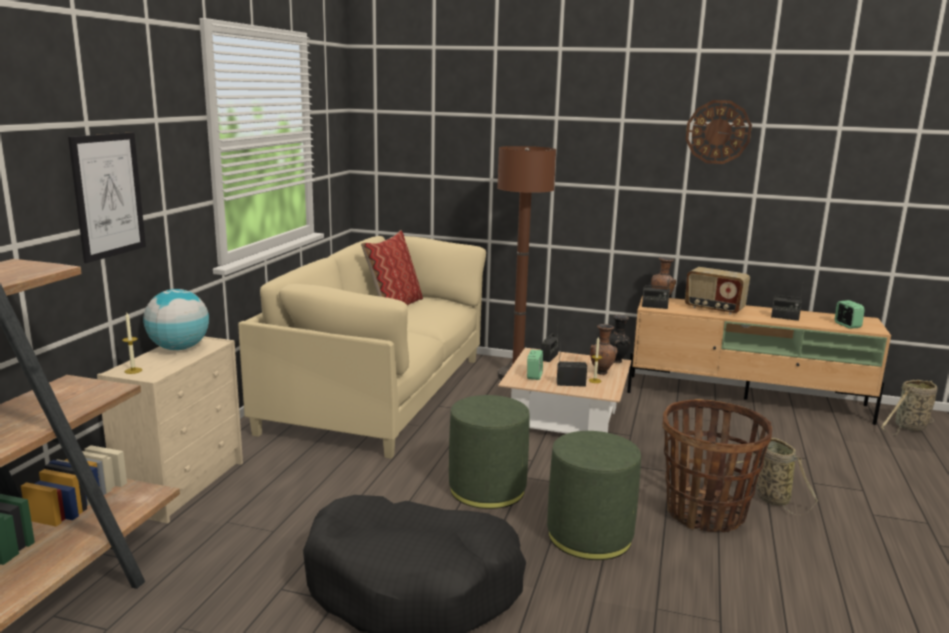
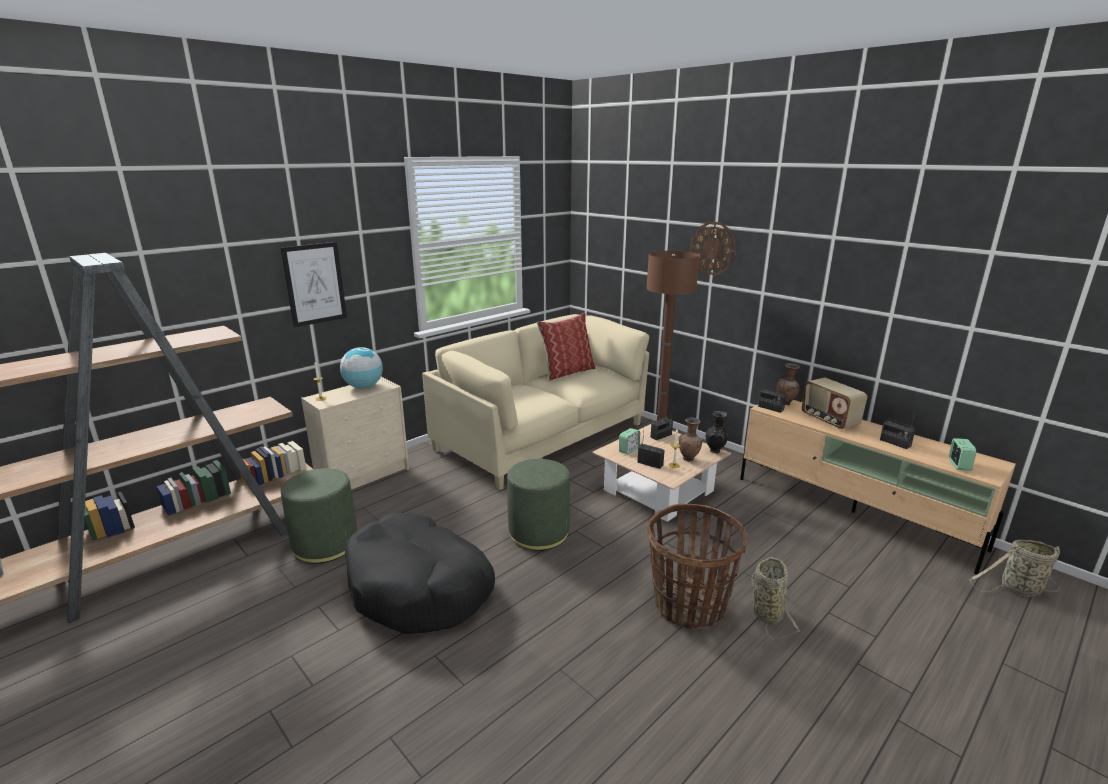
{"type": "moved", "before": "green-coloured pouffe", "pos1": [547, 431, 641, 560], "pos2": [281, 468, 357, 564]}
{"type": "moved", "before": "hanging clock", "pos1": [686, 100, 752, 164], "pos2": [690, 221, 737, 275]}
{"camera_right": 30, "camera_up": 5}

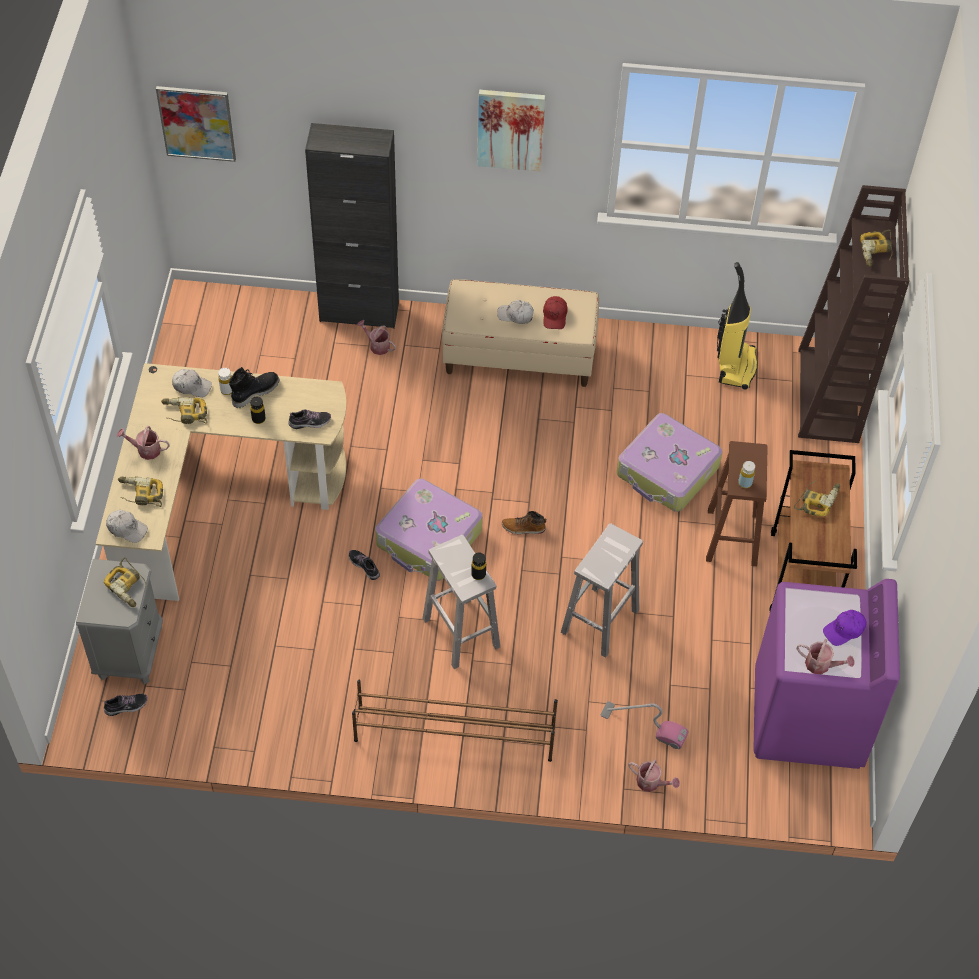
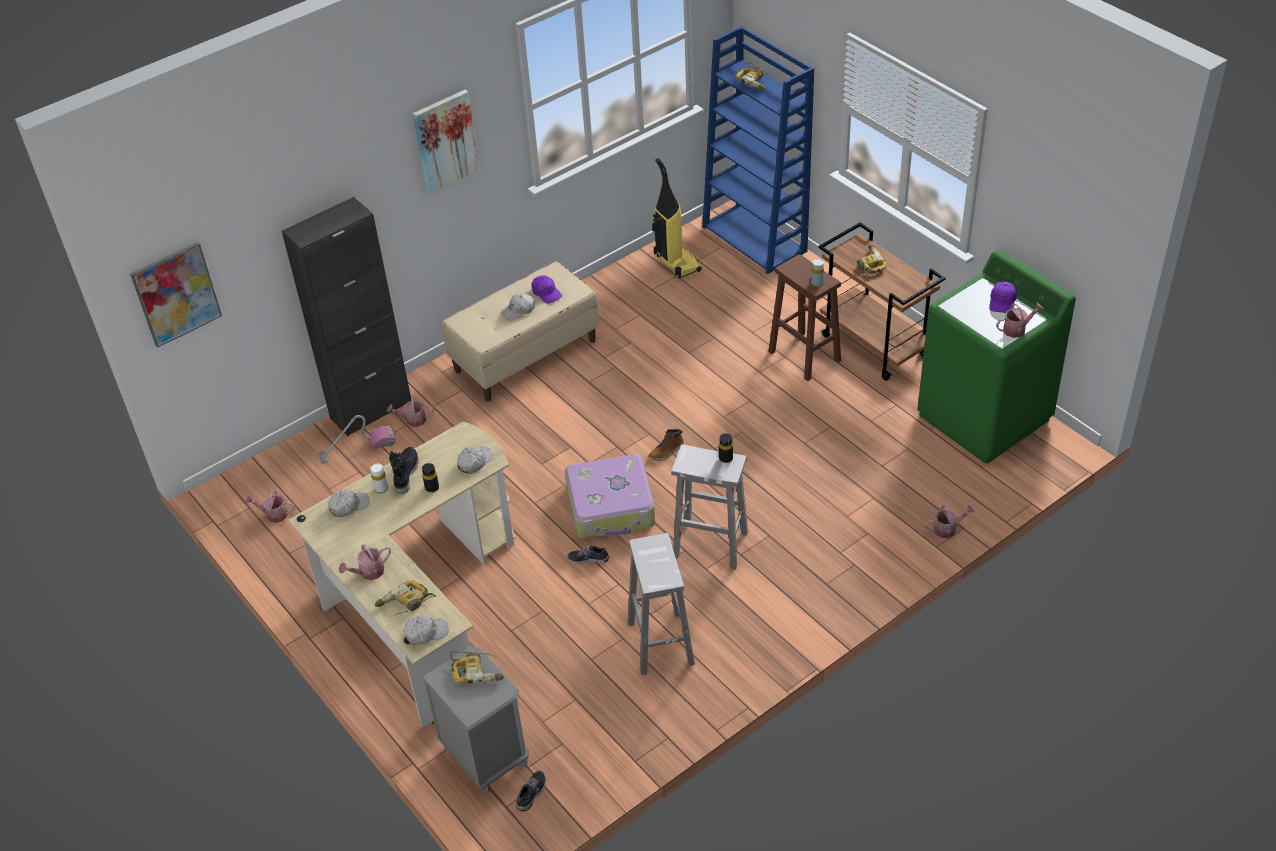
{"type": "removed", "before": "drill", "pos1": [161, 397, 208, 424]}
{"type": "replaced", "before": "shoe", "after": "white baseball cap", "pos1": [288, 409, 331, 429], "pos2": [457, 446, 493, 474]}
{"type": "removed", "before": "brownish shoe rack", "pos1": [352, 680, 558, 762]}
{"type": "recoloured", "before": "red baseball cap", "after": "purple-coloured baseball cap", "pos1": [543, 296, 568, 329], "pos2": [532, 276, 562, 304]}
{"type": "moved", "before": "white stool", "pos1": [561, 523, 643, 658], "pos2": [628, 533, 695, 675]}
{"type": "moved", "before": "hoover", "pos1": [601, 701, 689, 749], "pos2": [318, 415, 396, 464]}
{"type": "removed", "before": "travel case", "pos1": [617, 413, 722, 512]}
{"type": "recoloured", "before": "purple-coloured laundry machine", "after": "green-coloured laundry machine", "pos1": [753, 579, 900, 769], "pos2": [918, 249, 1076, 463]}
{"type": "recoloured", "before": "brownish bookcase", "after": "bluish bookcase", "pos1": [798, 185, 909, 443], "pos2": [702, 26, 814, 274]}
{"type": "added", "after": "sprinkling can", "pos2": [246, 490, 295, 523]}
{"camera_right": -40, "camera_up": -10}

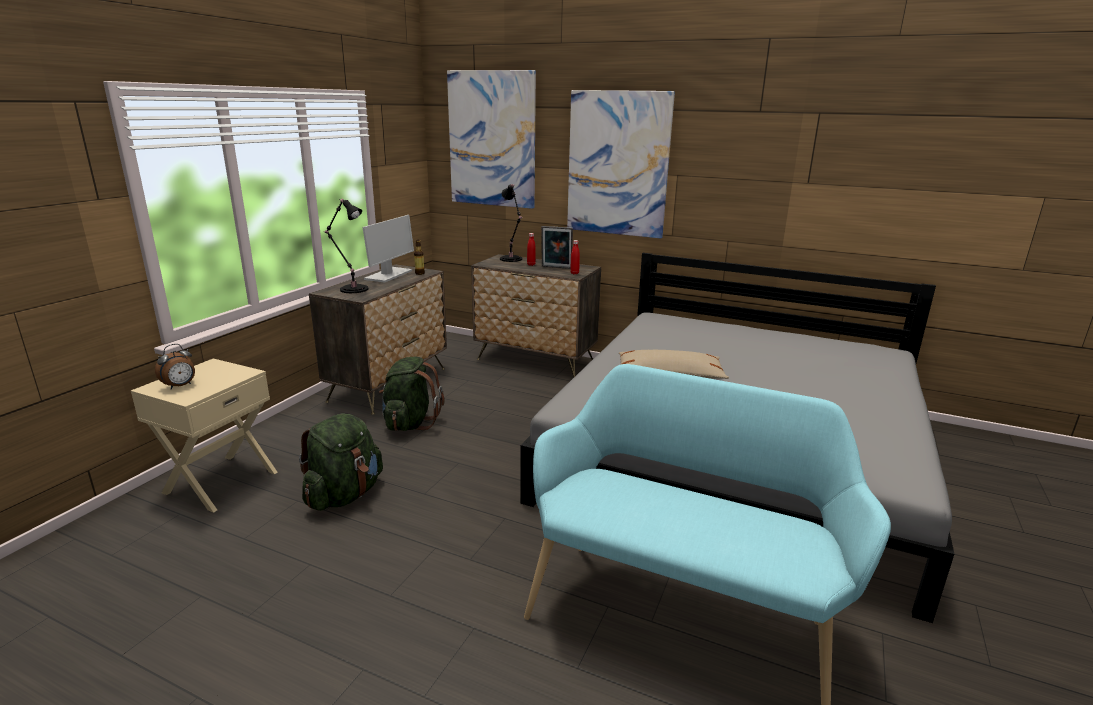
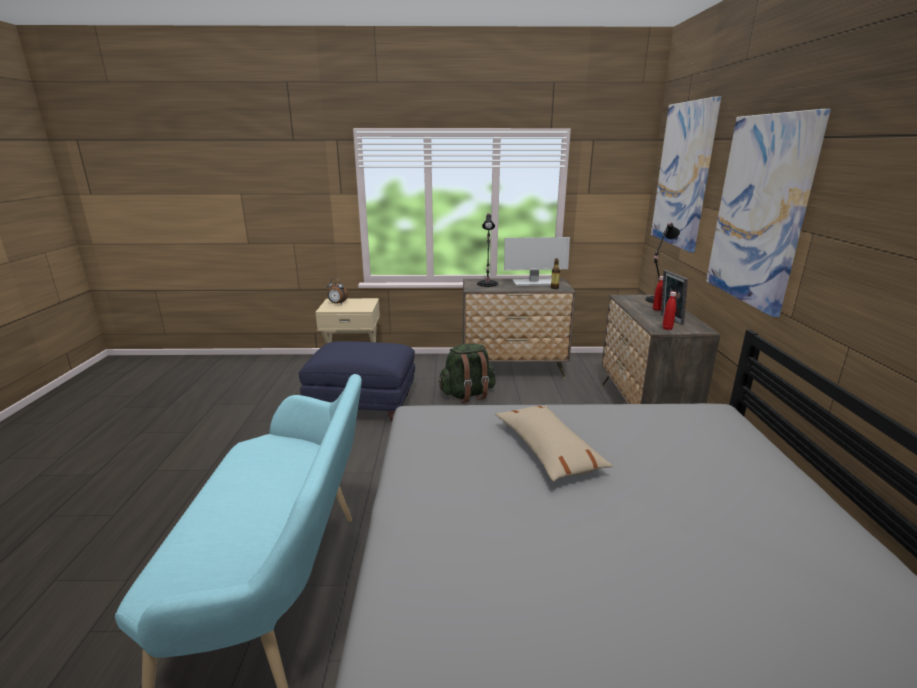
{"type": "replaced", "before": "green-coloured rucksack", "after": "bluish pouffe", "pos1": [299, 413, 383, 511], "pos2": [299, 341, 415, 422]}
{"camera_right": 65, "camera_up": 0}

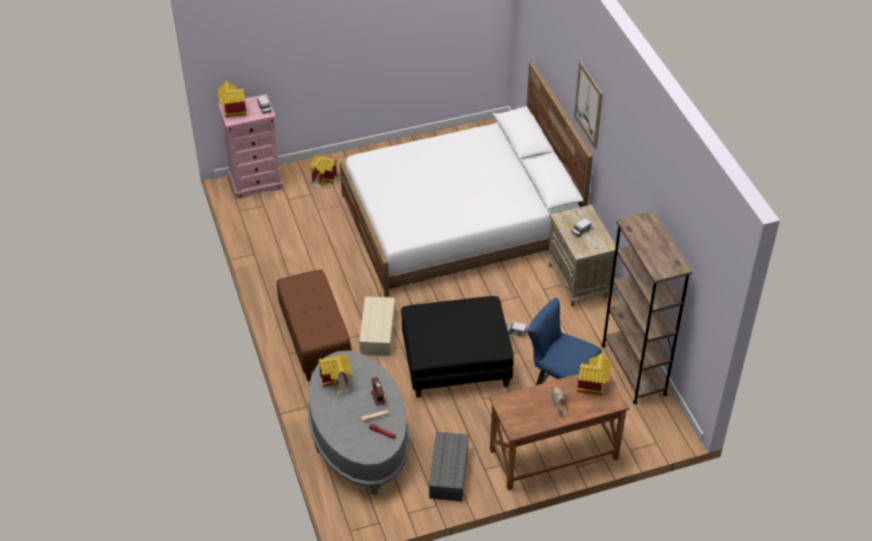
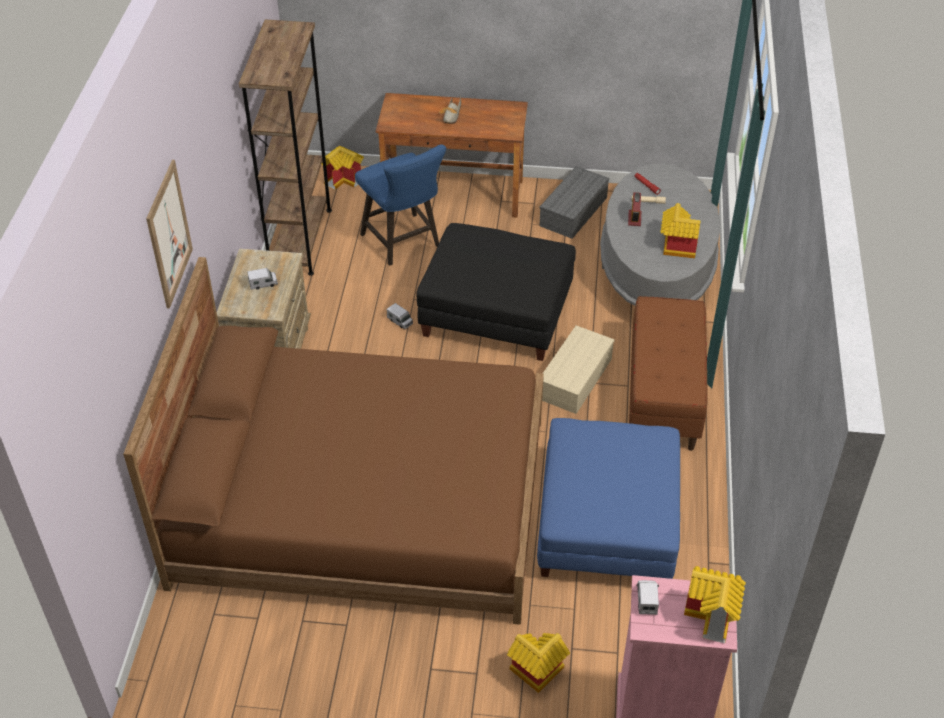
{"type": "recoloured", "before": "white sleeping bed", "after": "brownish sleeping bed", "pos1": [340, 62, 593, 297], "pos2": [123, 257, 544, 625]}
{"type": "moved", "before": "miniature house", "pos1": [577, 354, 611, 396], "pos2": [322, 146, 364, 190]}
{"type": "added", "after": "bluish pouffe", "pos2": [537, 418, 680, 579]}
{"camera_right": -155, "camera_up": 0}

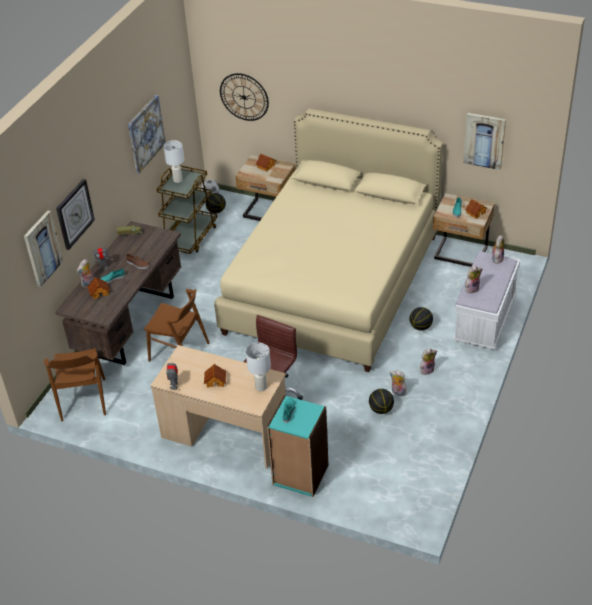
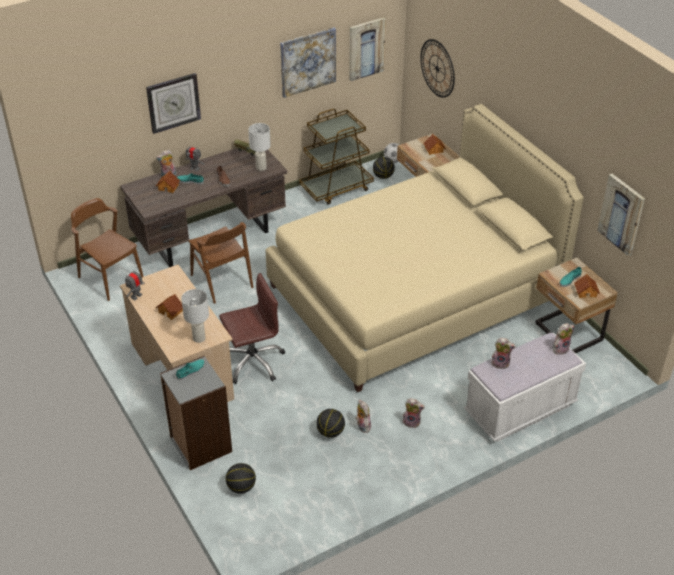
{"type": "moved", "before": "picture", "pos1": [24, 211, 63, 287], "pos2": [349, 17, 386, 81]}
{"type": "turned", "before": "brownish plain chair", "pos1": [44, 348, 106, 421], "pos2": [71, 198, 144, 301], "turn": 105}
{"type": "moved", "before": "white lamp for a table", "pos1": [163, 140, 184, 183], "pos2": [248, 123, 271, 171]}
{"type": "recoloured", "before": "turquoise-coloured bookcase", "after": "grey bookcase", "pos1": [267, 395, 329, 497], "pos2": [160, 356, 232, 470]}
{"type": "moved", "before": "basketball", "pos1": [410, 307, 433, 331], "pos2": [226, 463, 256, 494]}
{"camera_right": 35, "camera_up": 0}

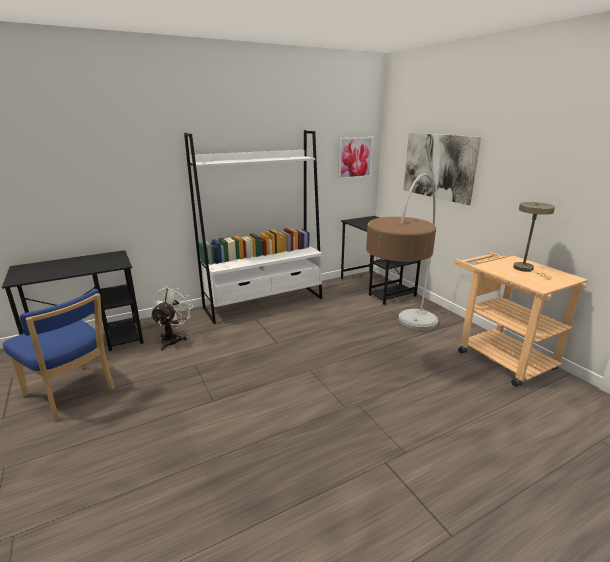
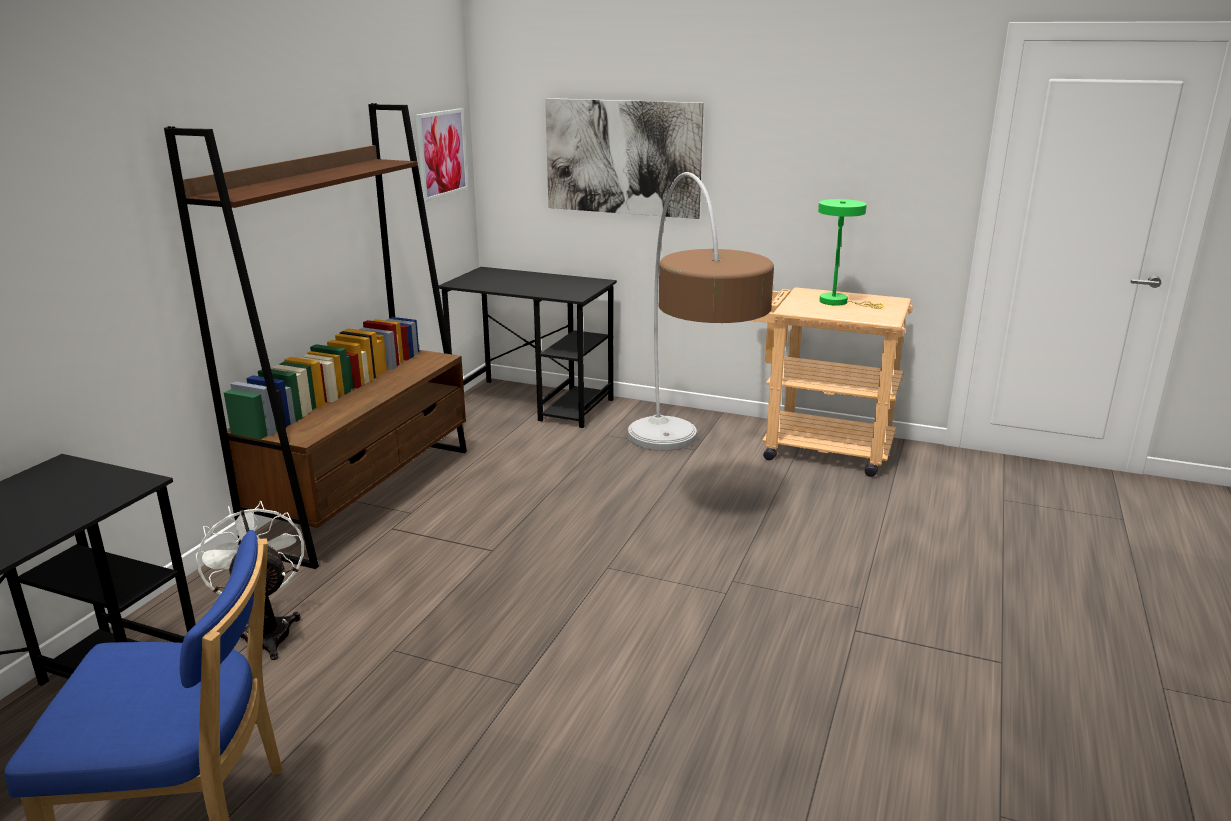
{"type": "recoloured", "before": "white bookcase", "after": "brownish bookcase", "pos1": [184, 130, 322, 324], "pos2": [164, 103, 467, 569]}
{"type": "recoloured", "before": "sand-coloured lamp for a table", "after": "green-coloured lamp for a table", "pos1": [513, 202, 555, 280], "pos2": [818, 199, 884, 309]}
{"camera_right": -40, "camera_up": 0}

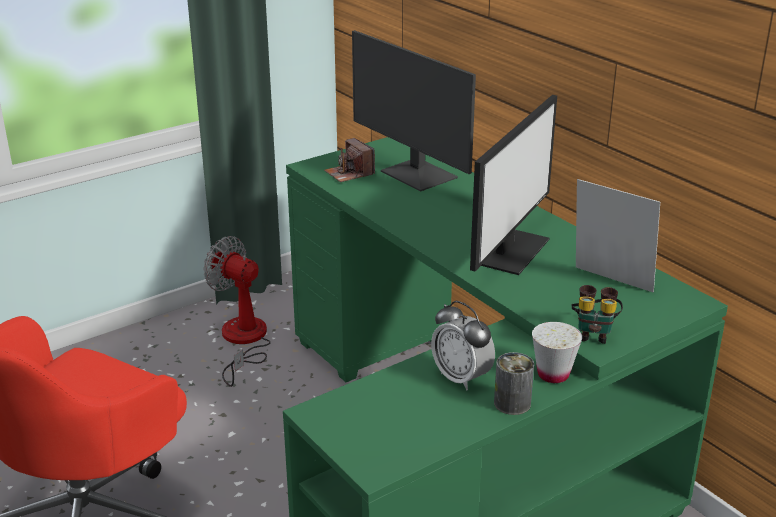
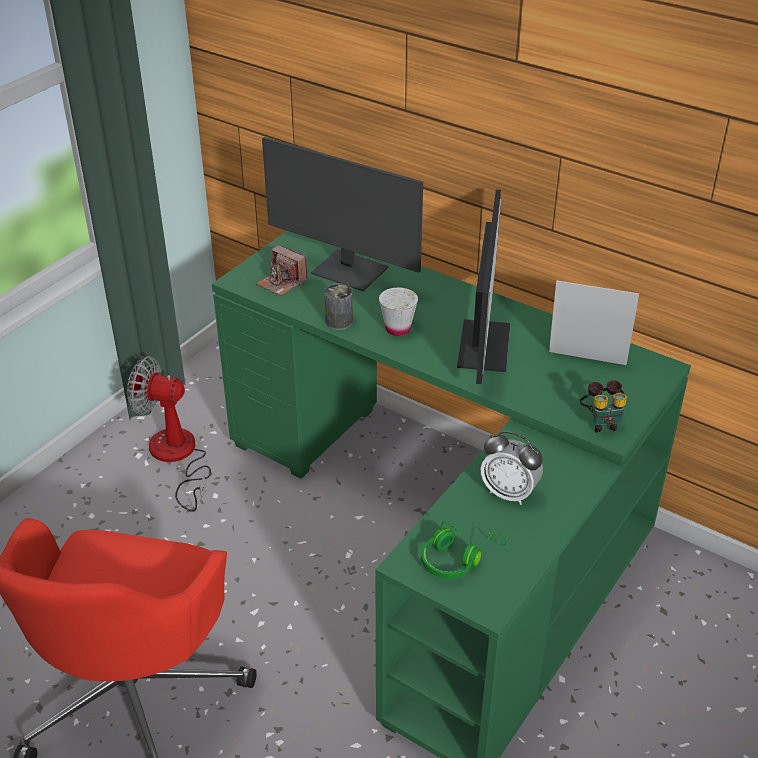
{"type": "moved", "before": "sealed can", "pos1": [494, 352, 534, 415], "pos2": [324, 283, 353, 330]}
{"type": "moved", "before": "white cup", "pos1": [532, 322, 582, 383], "pos2": [379, 288, 418, 336]}
{"type": "added", "after": "green-coloured headset", "pos2": [421, 521, 506, 579]}
{"camera_right": -20, "camera_up": 10}

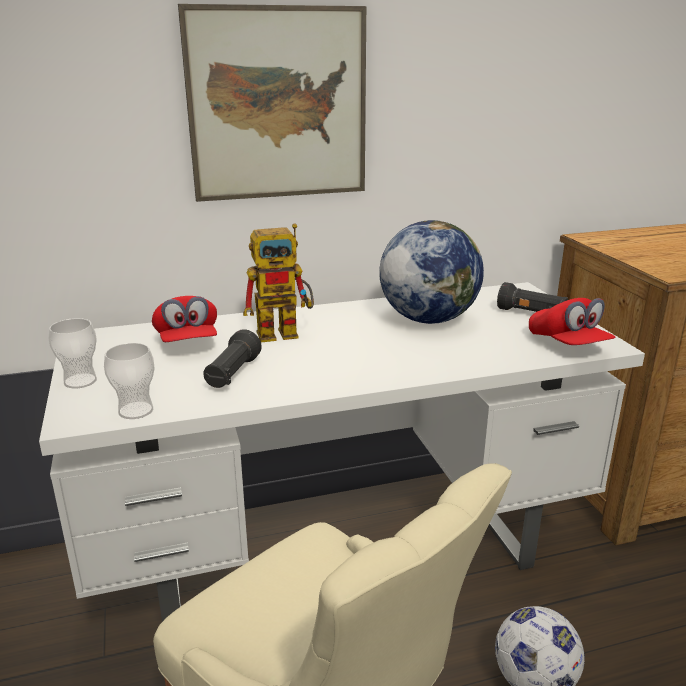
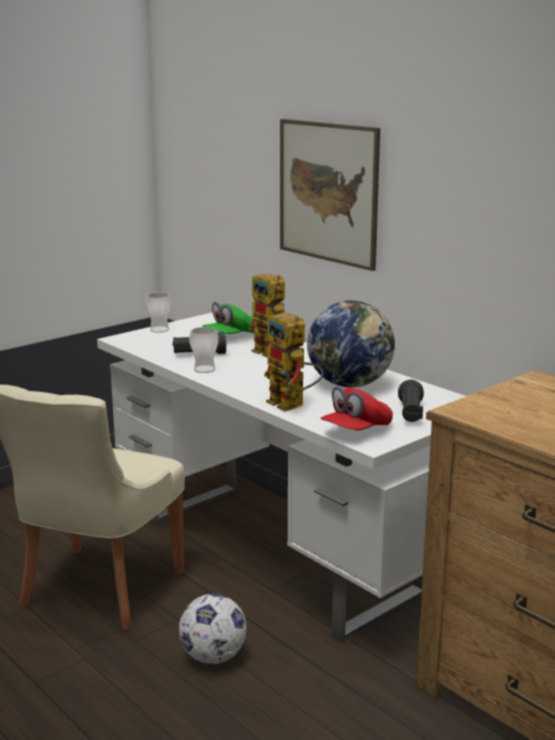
{"type": "moved", "before": "cup", "pos1": [104, 343, 155, 419], "pos2": [189, 327, 219, 373]}
{"type": "recoloured", "before": "red baseball cap", "after": "green-coloured baseball cap", "pos1": [152, 296, 217, 342], "pos2": [202, 302, 255, 334]}
{"type": "added", "after": "robot figure", "pos2": [264, 312, 324, 412]}
{"camera_right": 65, "camera_up": -5}

